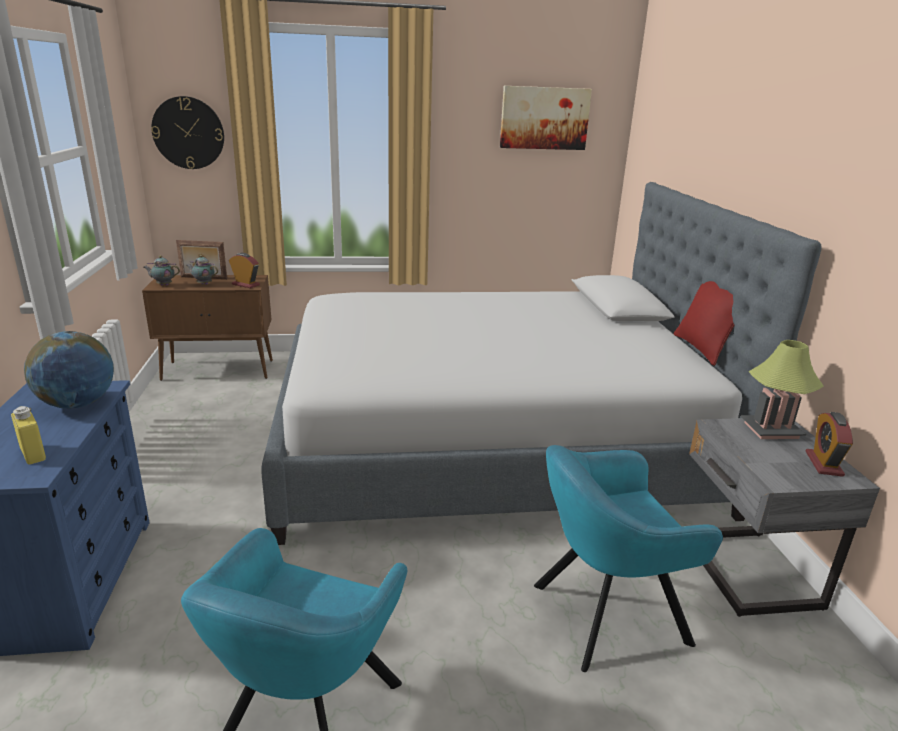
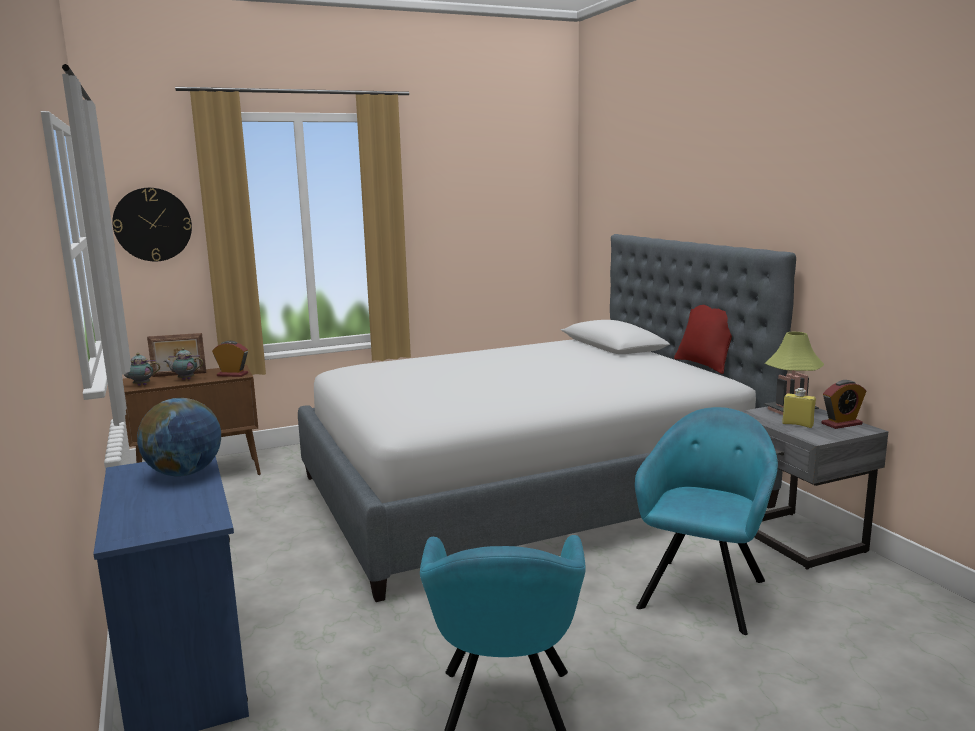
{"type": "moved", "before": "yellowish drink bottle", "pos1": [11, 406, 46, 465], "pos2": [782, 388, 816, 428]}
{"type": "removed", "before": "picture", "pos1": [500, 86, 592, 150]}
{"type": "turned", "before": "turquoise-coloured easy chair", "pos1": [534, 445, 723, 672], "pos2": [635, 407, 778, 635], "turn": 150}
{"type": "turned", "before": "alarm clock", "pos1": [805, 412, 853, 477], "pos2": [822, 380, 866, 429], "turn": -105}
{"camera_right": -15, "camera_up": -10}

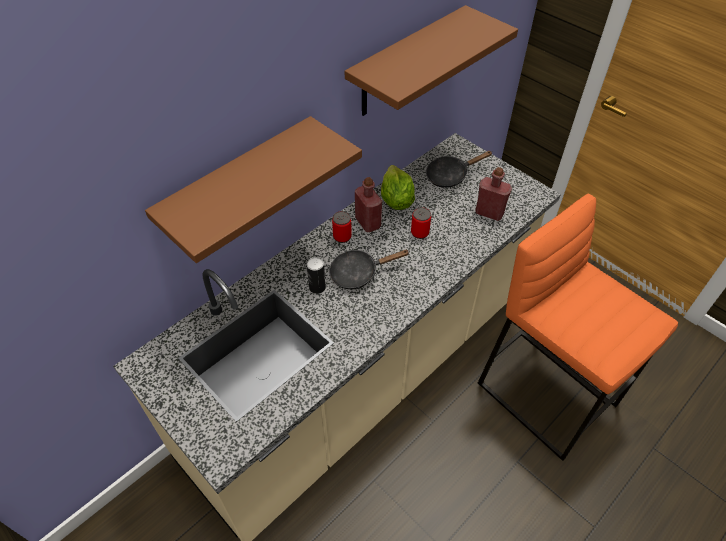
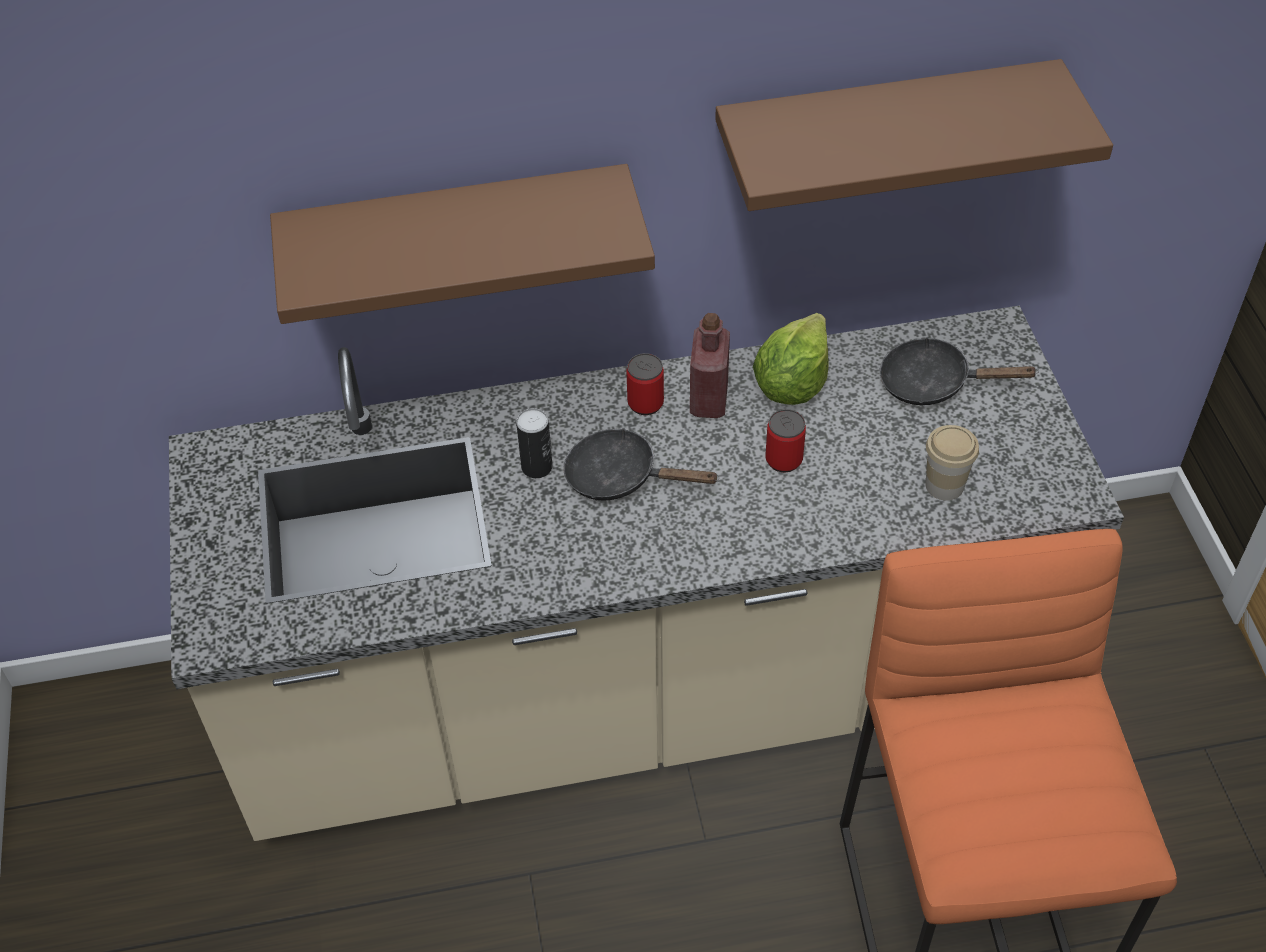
{"type": "replaced", "before": "red drink bottle", "after": "cup", "pos1": [475, 167, 512, 221], "pos2": [925, 425, 979, 500]}
{"camera_right": 35, "camera_up": 0}

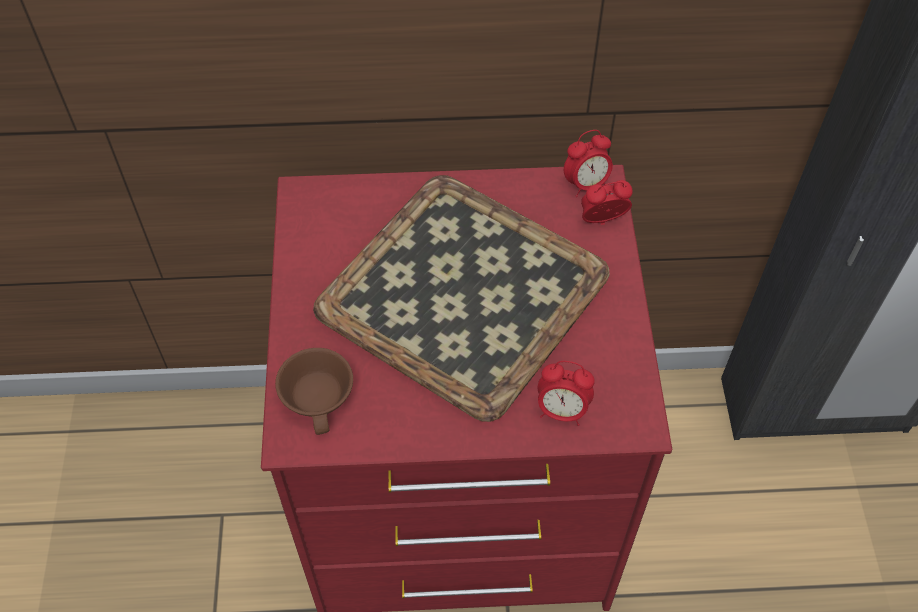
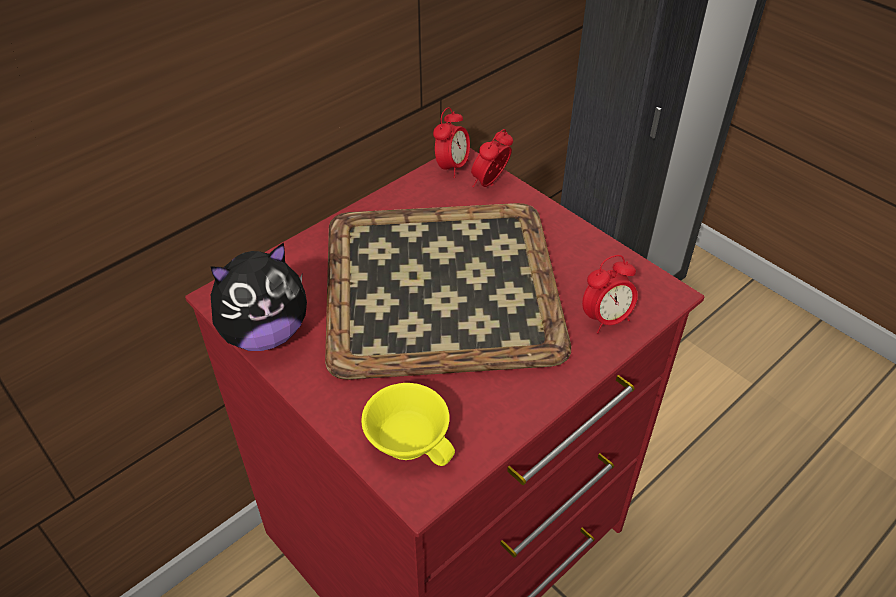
{"type": "recoloured", "before": "brownish cup", "after": "yellowish cup", "pos1": [275, 348, 353, 435], "pos2": [361, 383, 455, 466]}
{"type": "added", "after": "cuddly toy", "pos2": [210, 242, 307, 351]}
{"camera_right": -40, "camera_up": -10}

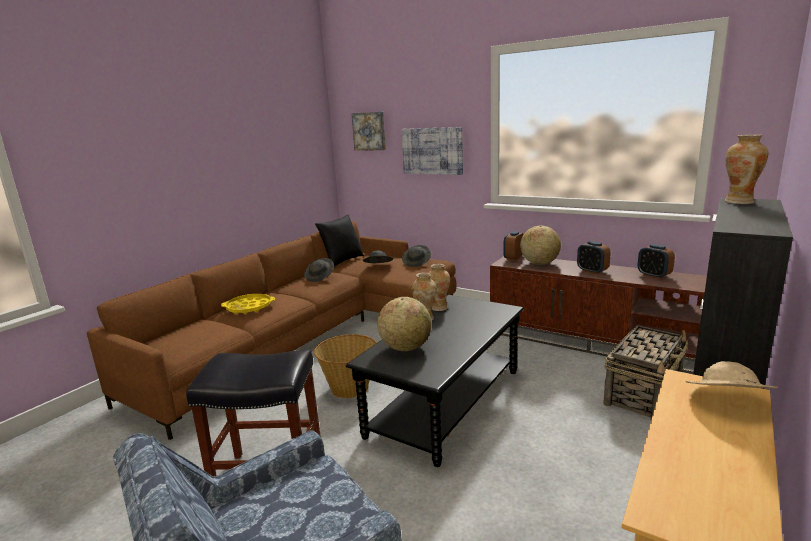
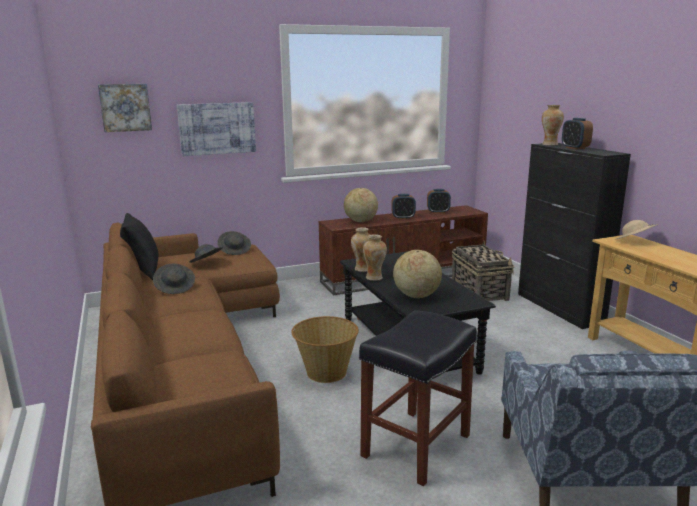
{"type": "removed", "before": "yellowish tray", "pos1": [221, 294, 275, 314]}
{"type": "moved", "before": "alarm clock", "pos1": [503, 231, 524, 261], "pos2": [562, 118, 593, 149]}
{"camera_right": -55, "camera_up": 0}

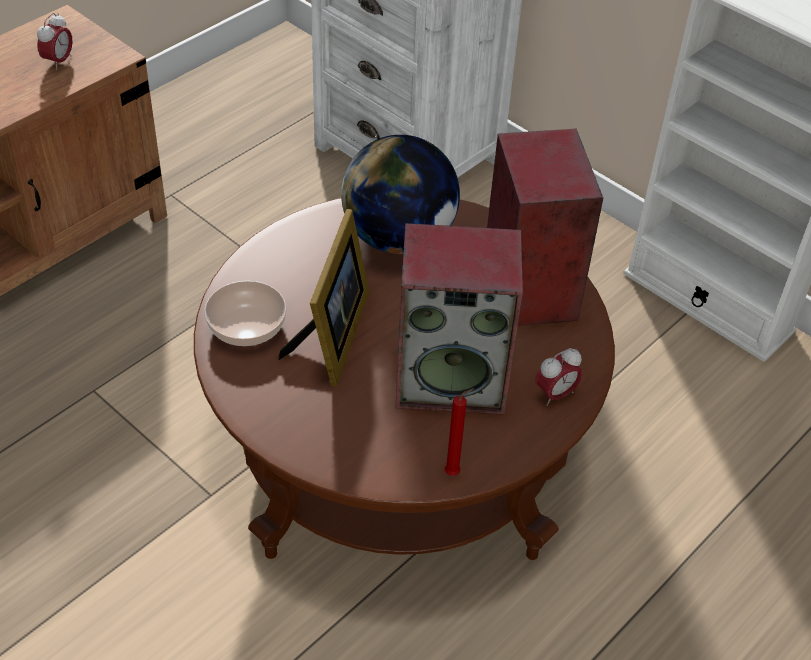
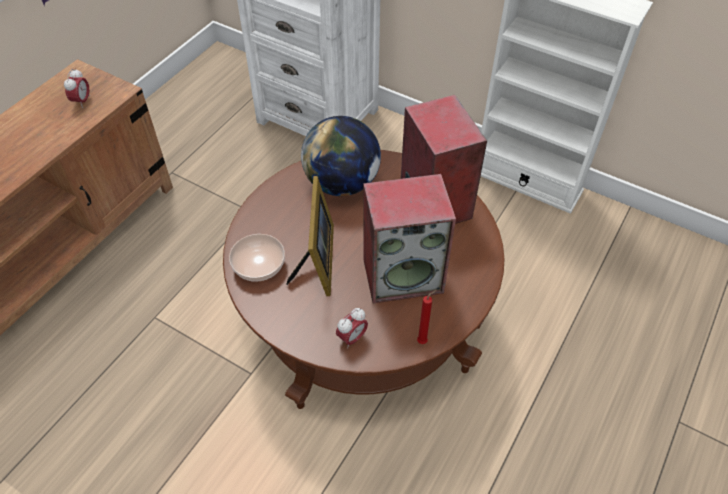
{"type": "moved", "before": "alarm clock", "pos1": [535, 348, 582, 406], "pos2": [336, 308, 368, 348]}
{"camera_right": -10, "camera_up": 5}

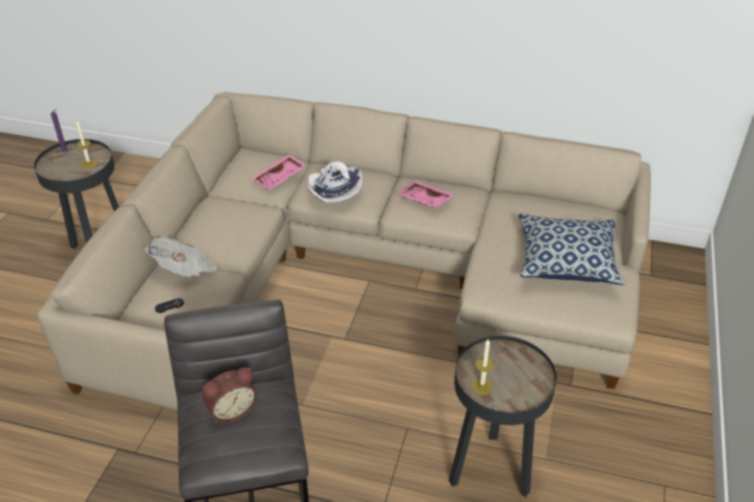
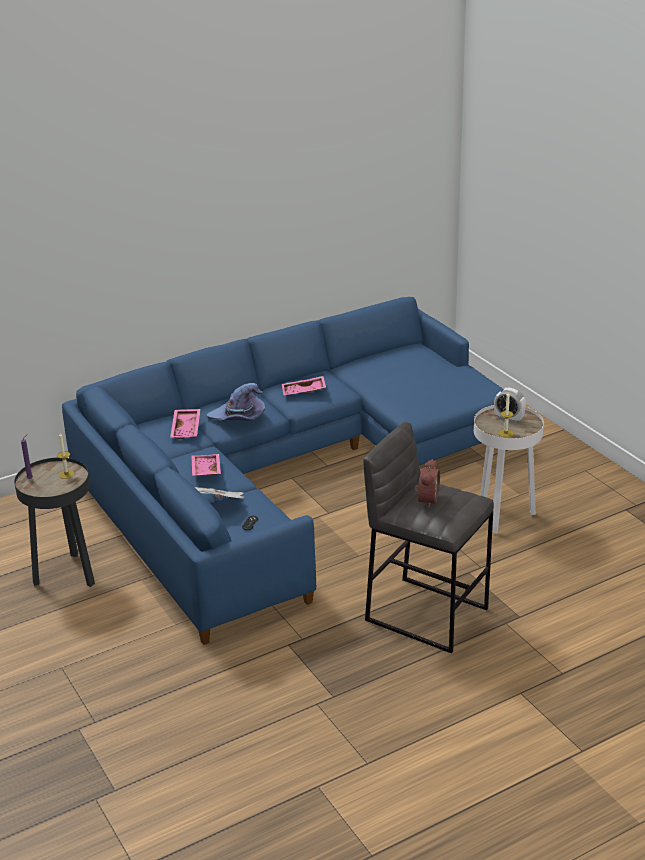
{"type": "recoloured", "before": "sand-coloured settee", "after": "bluish settee", "pos1": [37, 92, 651, 410], "pos2": [62, 297, 504, 645]}
{"type": "recoloured", "before": "white wearable hat", "after": "purple-coloured wearable hat", "pos1": [306, 161, 363, 203], "pos2": [207, 383, 265, 421]}
{"type": "recoloured", "before": "black end table", "after": "white end table", "pos1": [449, 336, 557, 497], "pos2": [474, 405, 544, 534]}
{"type": "removed", "before": "cushion", "pos1": [519, 214, 626, 285]}
{"type": "added", "after": "pinkish tray", "pos2": [191, 454, 221, 476]}
{"type": "added", "after": "alarm clock", "pos2": [494, 387, 526, 423]}
{"camera_right": -45, "camera_up": -10}

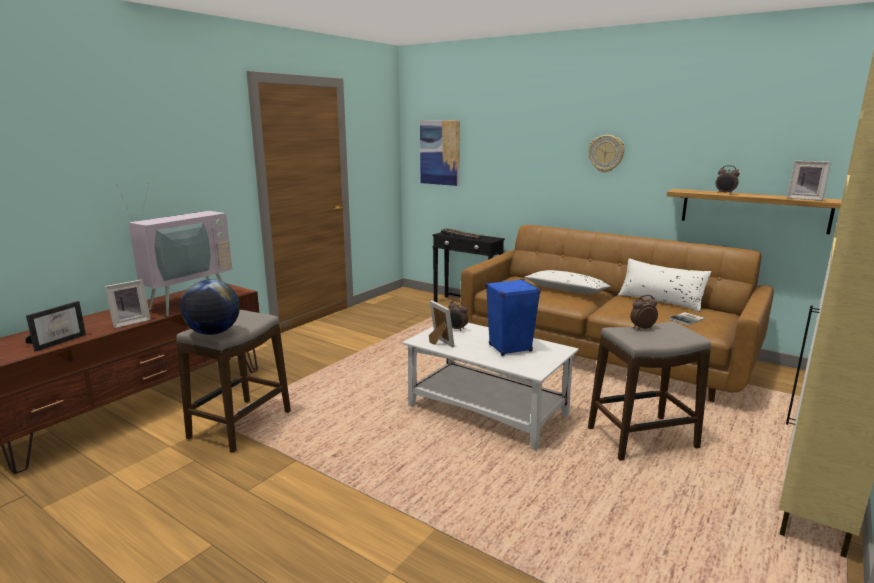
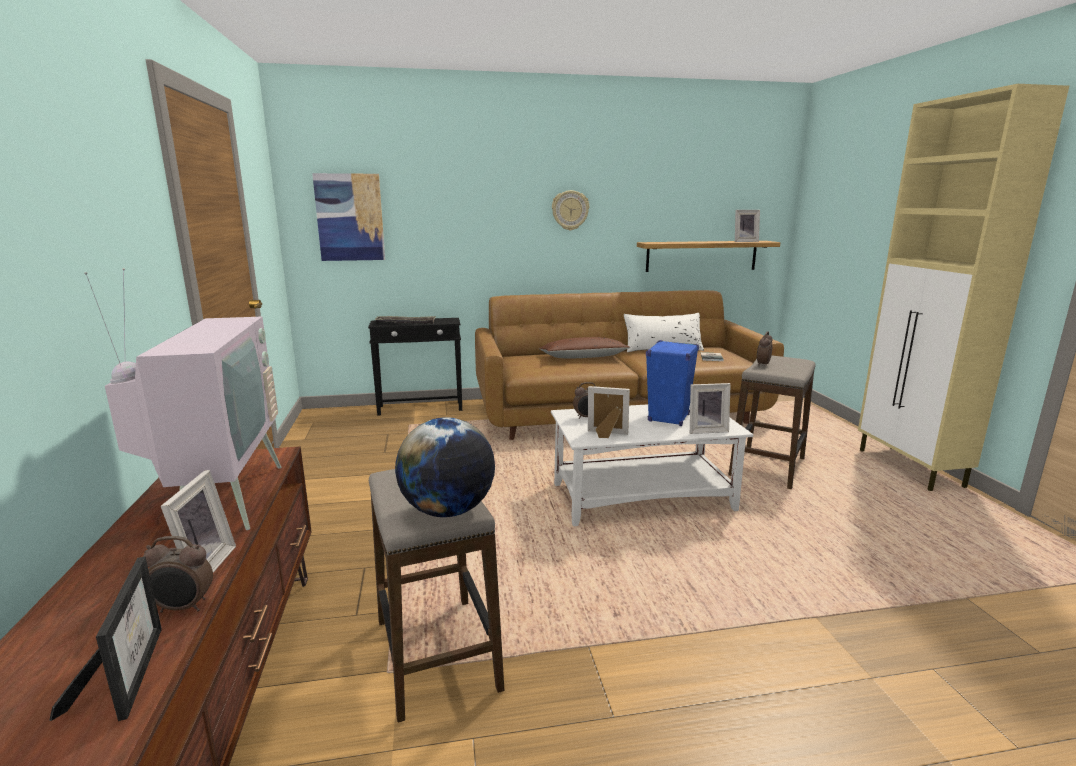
{"type": "recoloured", "before": "white cushion", "after": "brownish cushion", "pos1": [525, 270, 611, 294], "pos2": [539, 337, 630, 359]}
{"type": "moved", "before": "alarm clock", "pos1": [716, 165, 740, 194], "pos2": [143, 536, 213, 613]}
{"type": "added", "after": "standing frame", "pos2": [690, 383, 731, 434]}
{"camera_right": -45, "camera_up": 0}

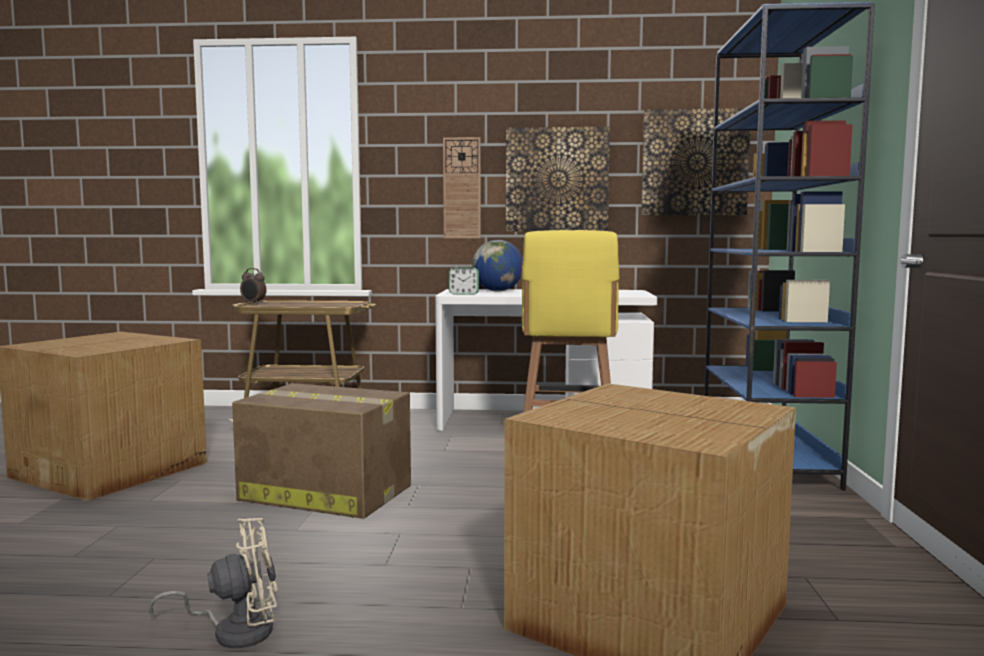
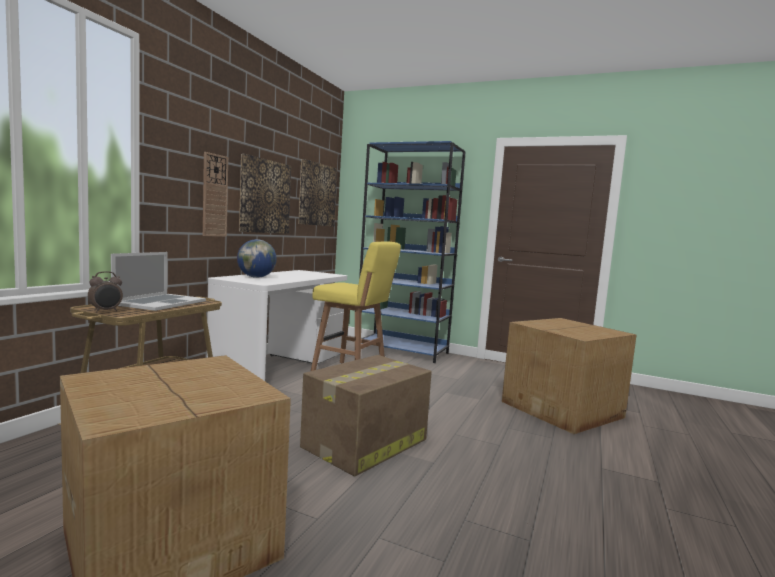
{"type": "removed", "before": "sand-coloured electric fan", "pos1": [149, 518, 277, 648]}
{"type": "removed", "before": "alarm clock", "pos1": [449, 267, 479, 295]}
{"type": "added", "after": "portable computer", "pos2": [111, 252, 206, 311]}
{"camera_right": -70, "camera_up": 0}

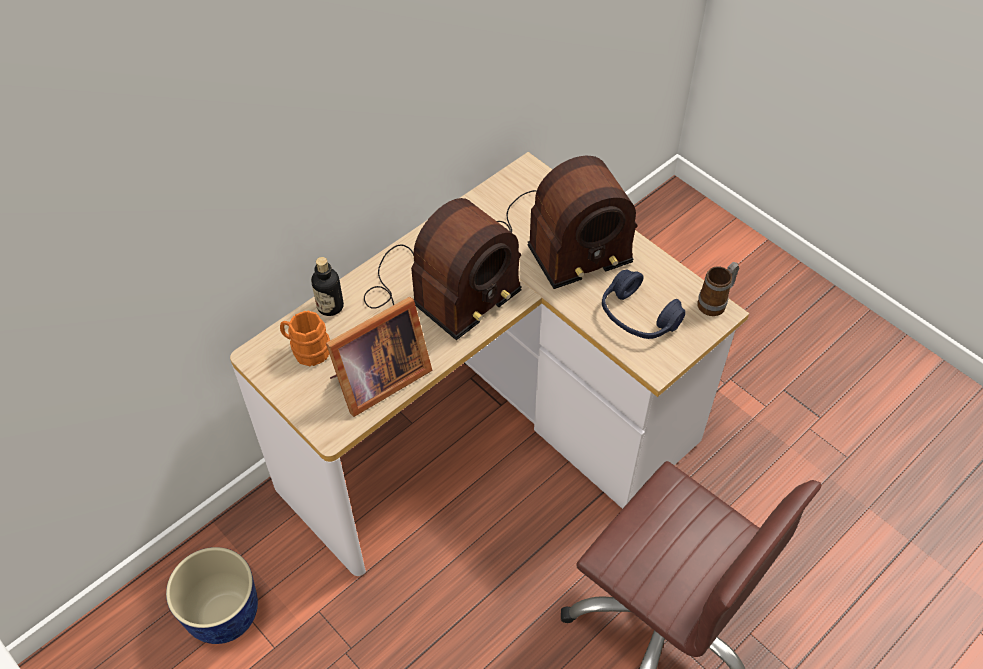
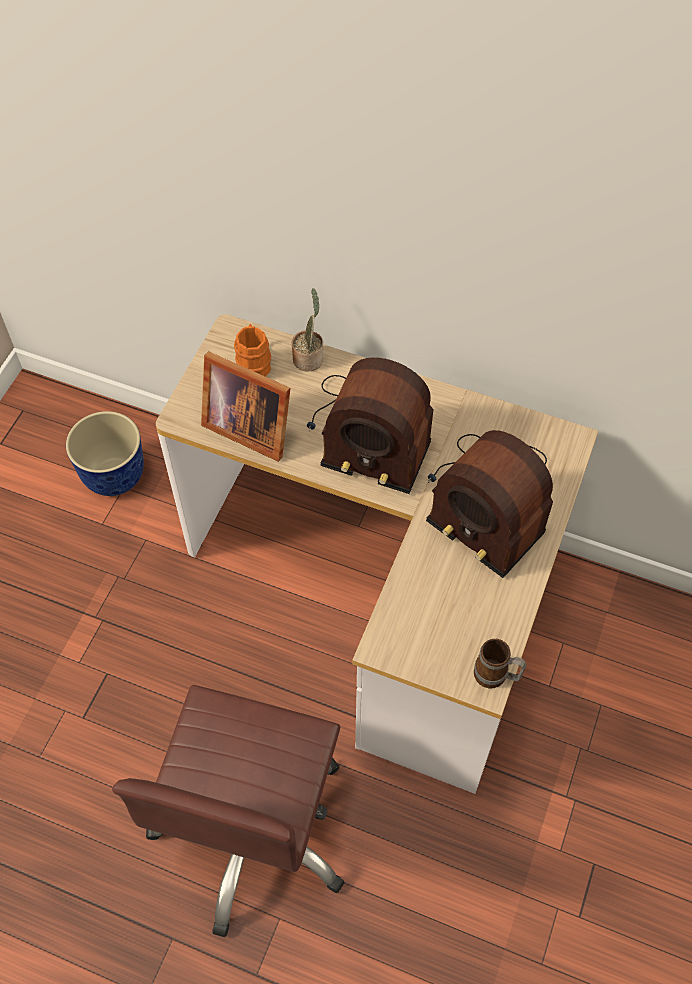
{"type": "replaced", "before": "drink bottle", "after": "plant in a pot", "pos1": [311, 257, 344, 316], "pos2": [292, 288, 323, 371]}
{"type": "removed", "before": "bluish headset", "pos1": [602, 270, 686, 339]}
{"camera_right": 65, "camera_up": 5}

